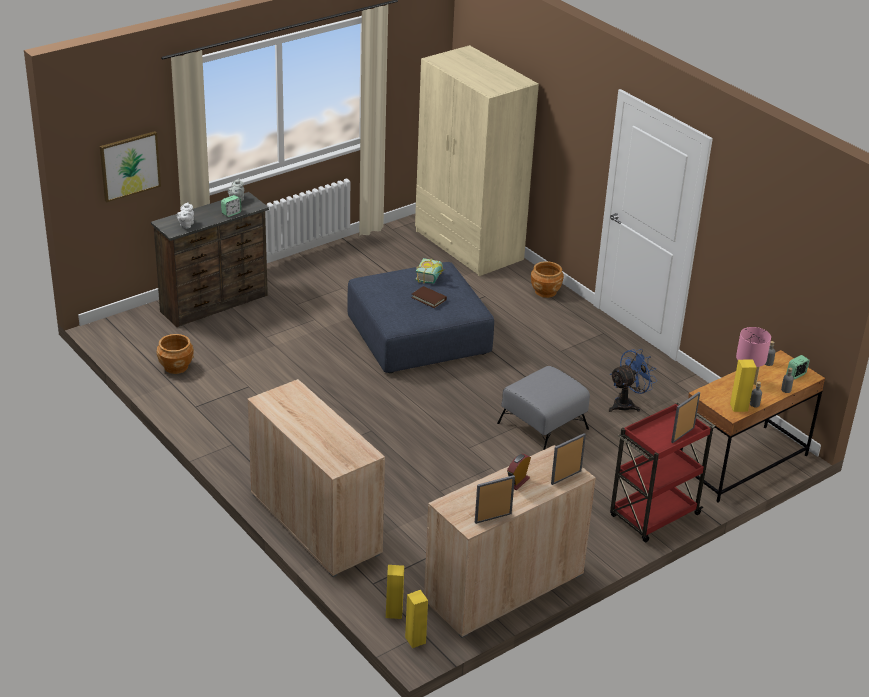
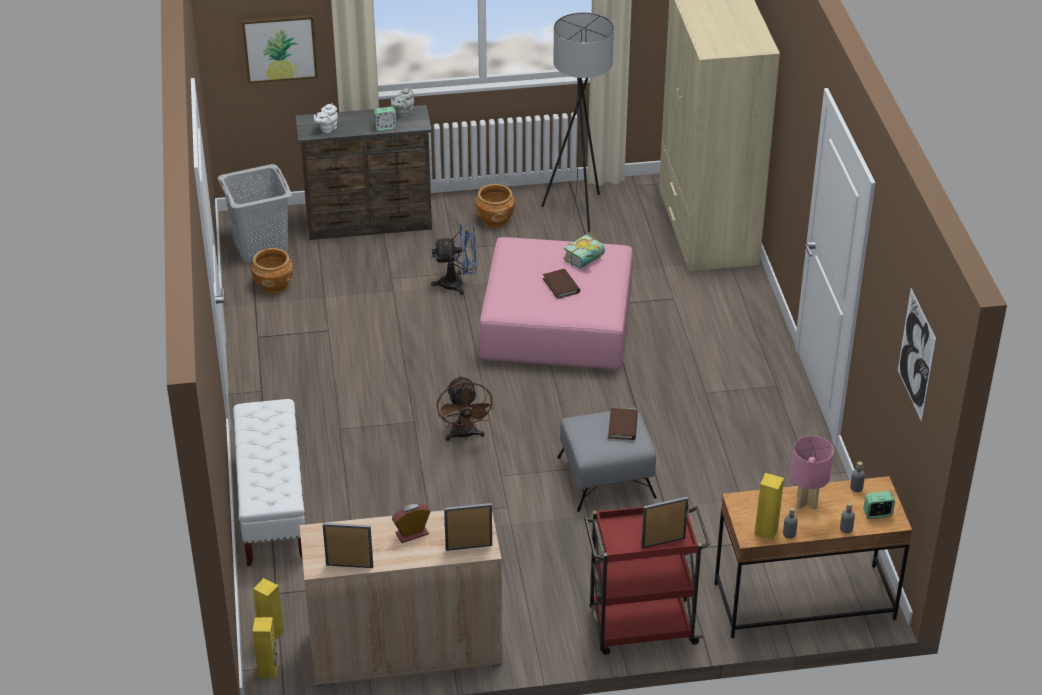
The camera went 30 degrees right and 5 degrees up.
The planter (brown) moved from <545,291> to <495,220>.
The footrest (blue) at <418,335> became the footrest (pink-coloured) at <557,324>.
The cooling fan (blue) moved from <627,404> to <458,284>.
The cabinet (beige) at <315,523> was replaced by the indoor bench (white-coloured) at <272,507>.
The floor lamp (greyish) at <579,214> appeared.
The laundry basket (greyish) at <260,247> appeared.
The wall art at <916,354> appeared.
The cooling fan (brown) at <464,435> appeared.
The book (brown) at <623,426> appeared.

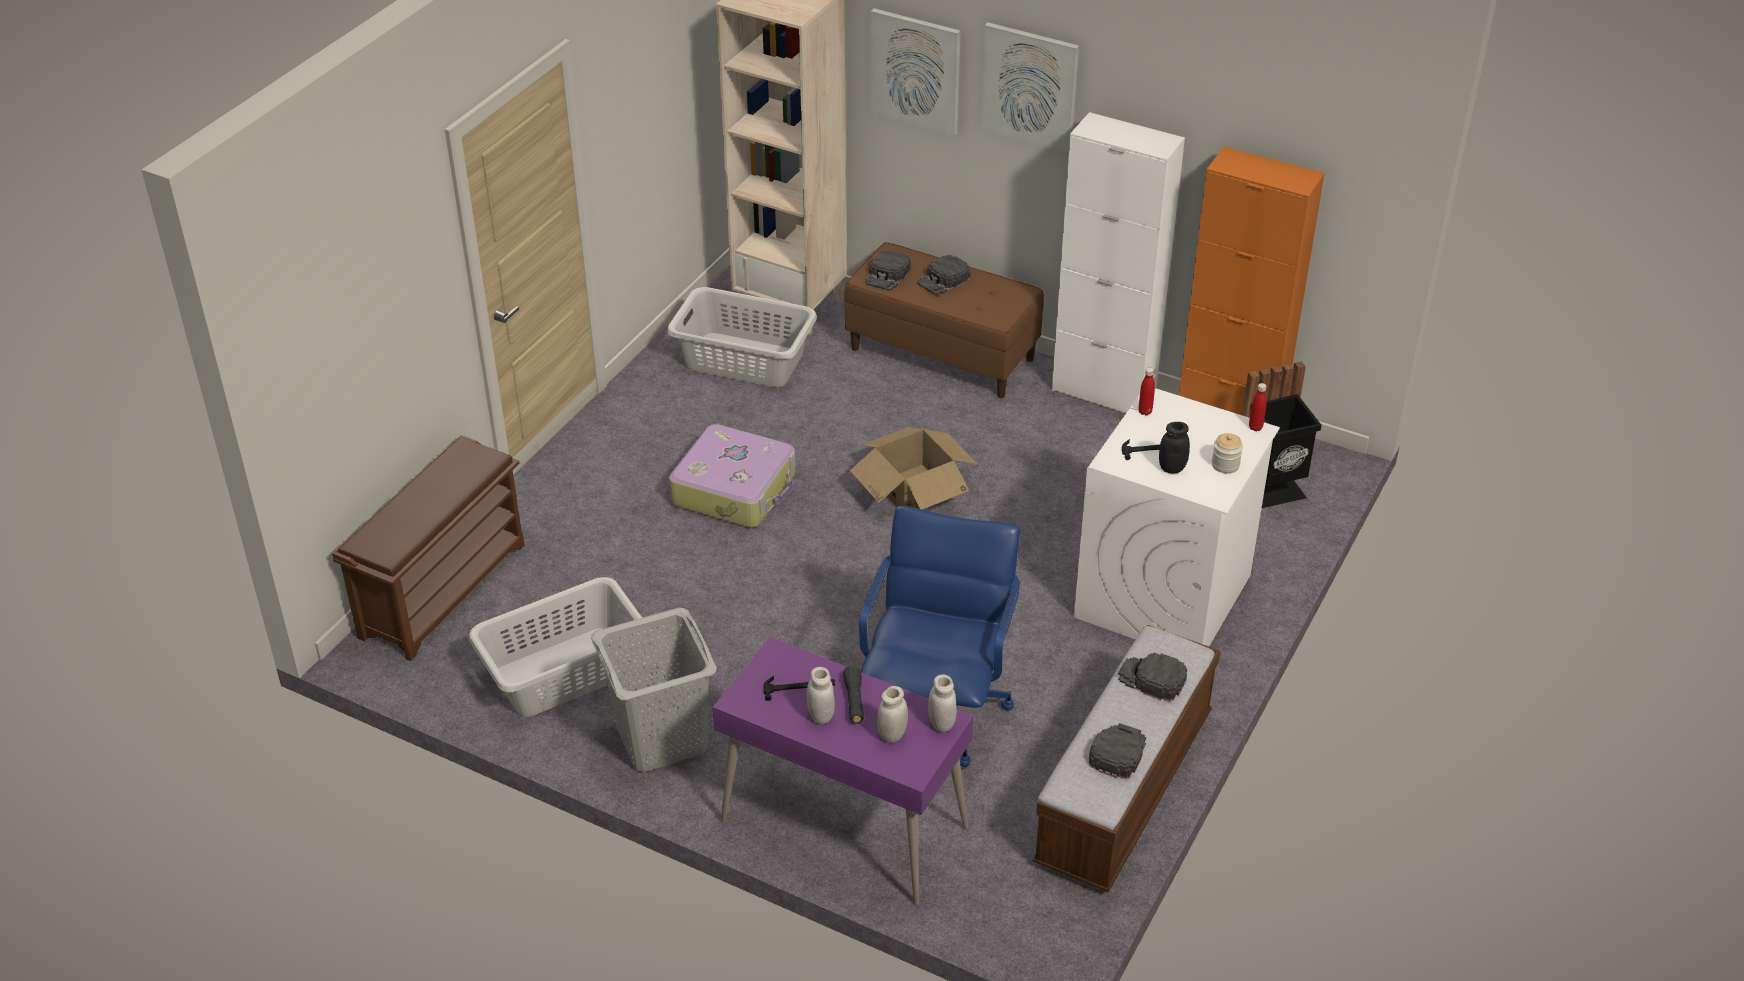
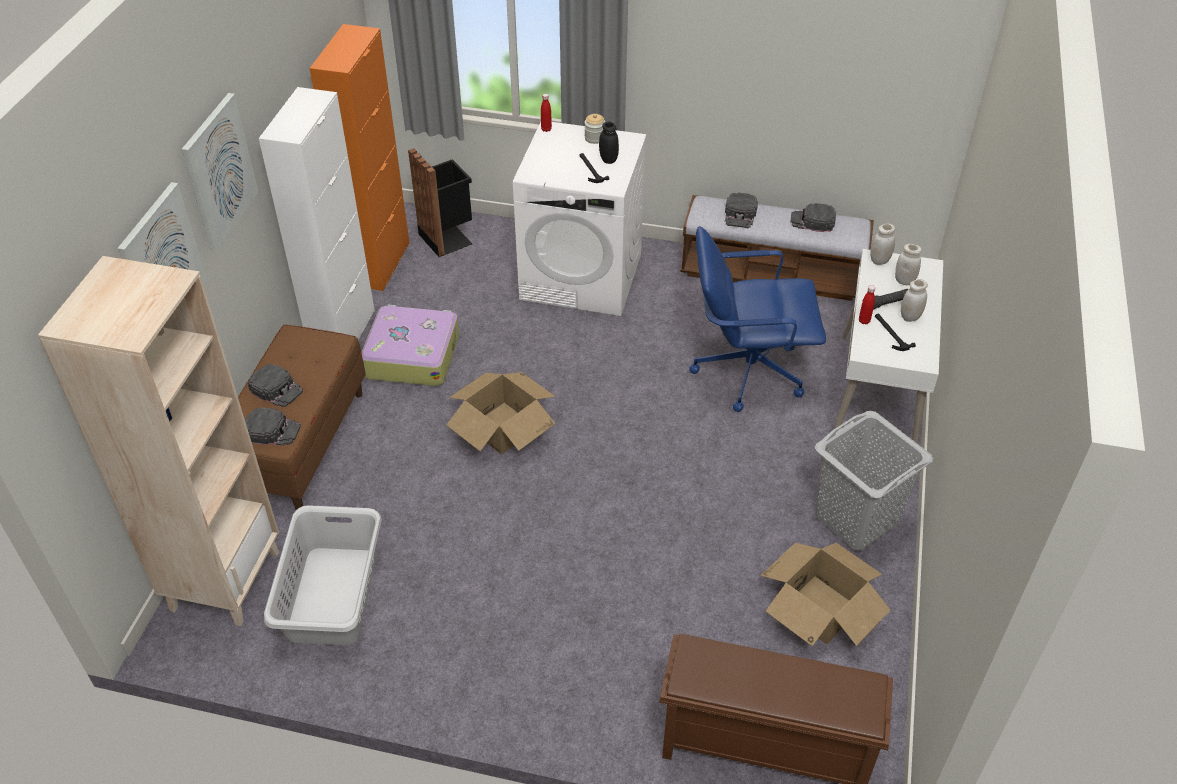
The camera went 105 degrees left and 5 degrees up.
The beverage bottle (red-coloured) moved from <1145,411> to <864,321>.
The suitcase moved from <735,489> to <412,355>.
The laundry basket (greyish) at <563,672> was replaced by the carton at <820,609>.
The desk unit (purplish) at <843,825> became the desk unit (white-coloured) at <877,397>.

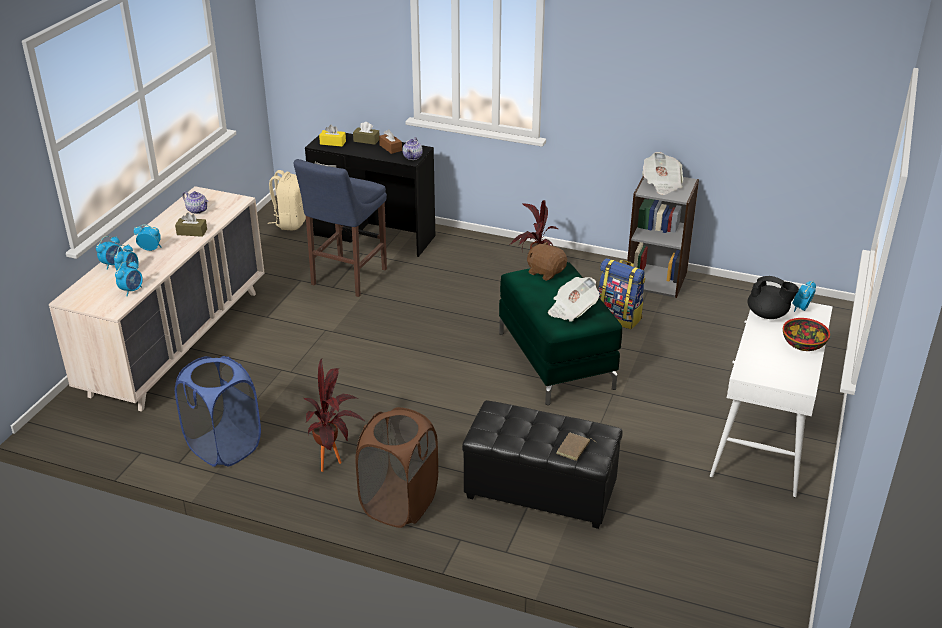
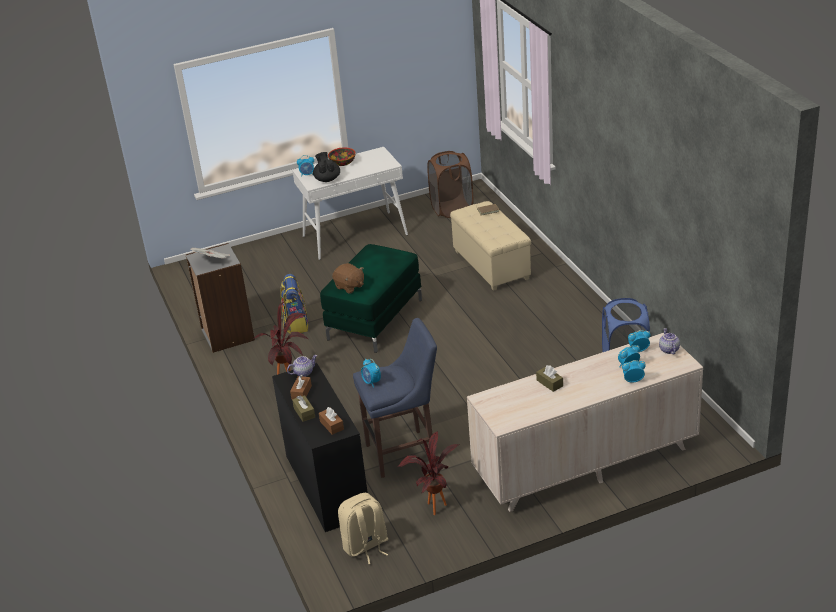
The camera went 130 degrees left and 0 degrees up.
The tissue box (yellow) at <333,143> became the tissue box (brown) at <331,425>.
The teapot moved from <197,210> to <668,350>.
The alarm clock moved from <150,249> to <371,382>.
The plush toy (brown) at <546,272> turned 45 degrees counterclockwise.
The printed paper at <572,310> disappeared.
The plant in a pot moved from <335,462> to <431,506>.
The footrest (blackish) at <540,493> became the footrest (beige) at <492,265>.
The laundry basket (brown) moved from <399,504> to <452,209>.

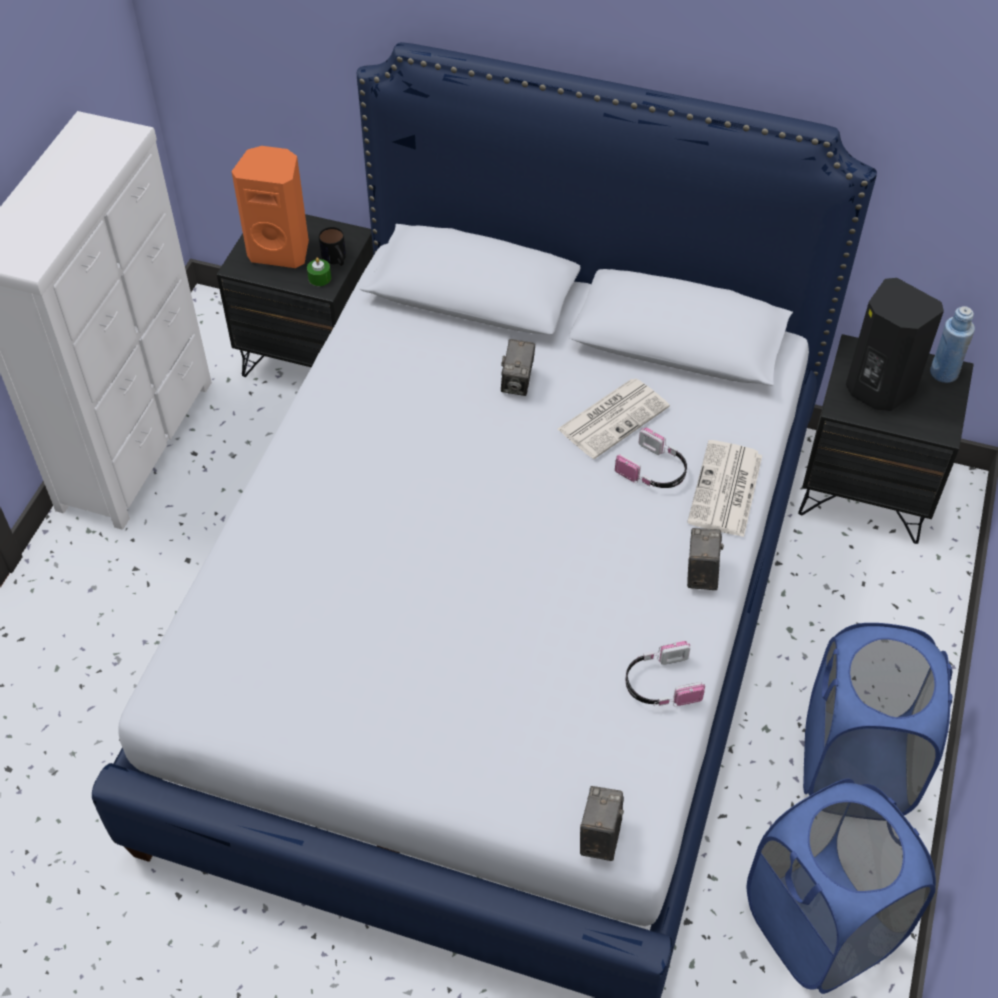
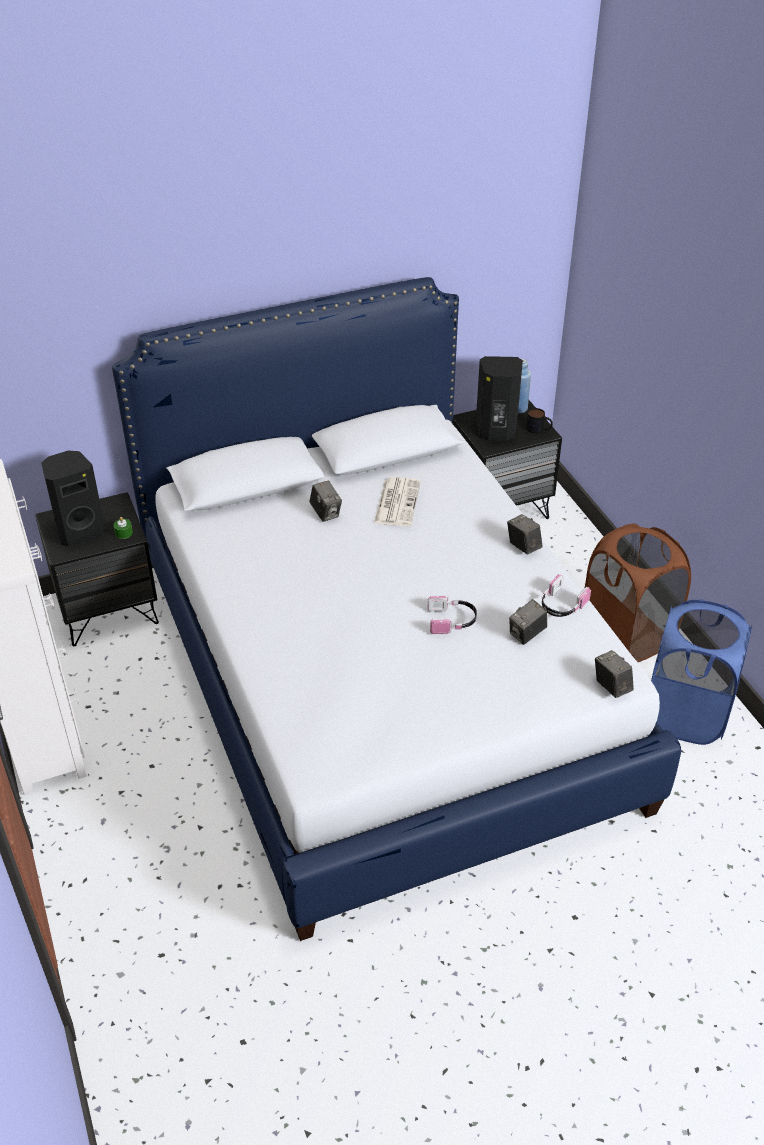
The camera went 40 degrees left and 10 degrees down.
The loudspeaker (orange-coloured) at <281,250> became the loudspeaker (blackish) at <79,531>.
The mug moved from <336,259> to <539,429>.
The headphones moved from <654,471> to <452,621>.
The printed paper at <726,490> disappeared.
The laundry basket (blue) at <855,767> became the laundry basket (brown) at <627,635>.
The photo camera at <527,634> appeared.

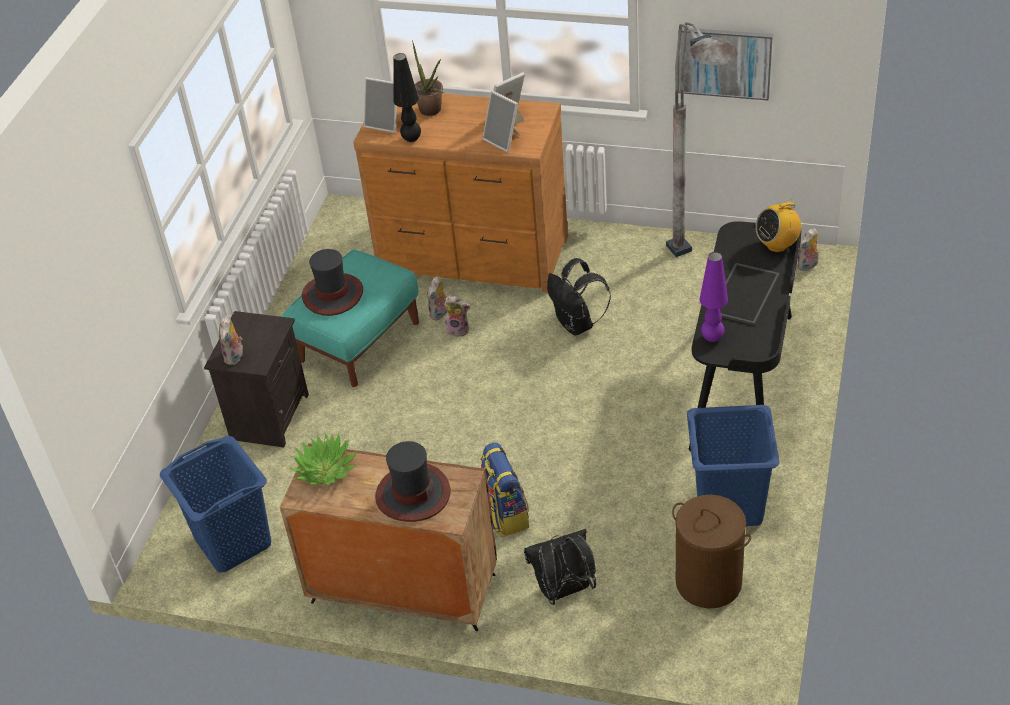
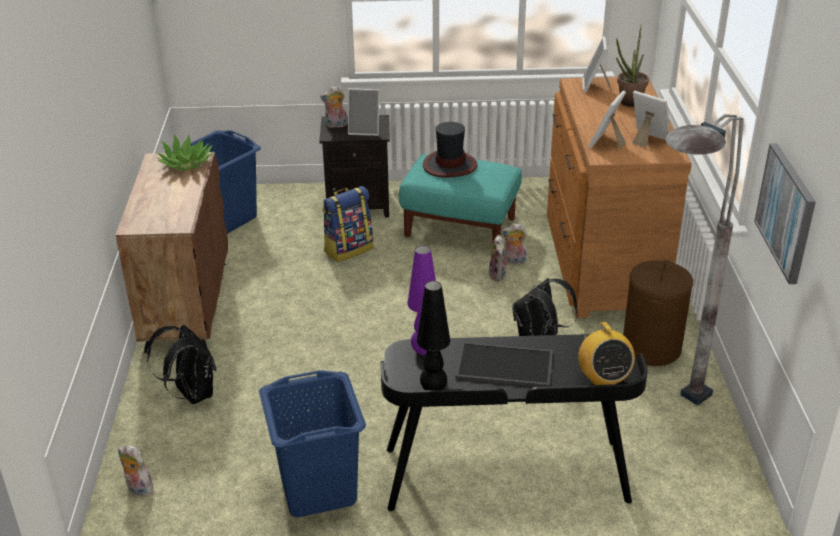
The camera went 70 degrees right and 10 degrees down.
The table lamp (blackish) moved from <411,139> to <433,389>.
The radio set at <777,245> turned 150 degrees counterclockwise.
The plush toy moved from <807,266> to <138,489>.
The hat at <412,494> disappeared.
The rucksack moved from <505,514> to <348,249>.
The laundry basket (brown) moved from <709,582> to <651,348>.
The picture frame at <364,130> appeared.

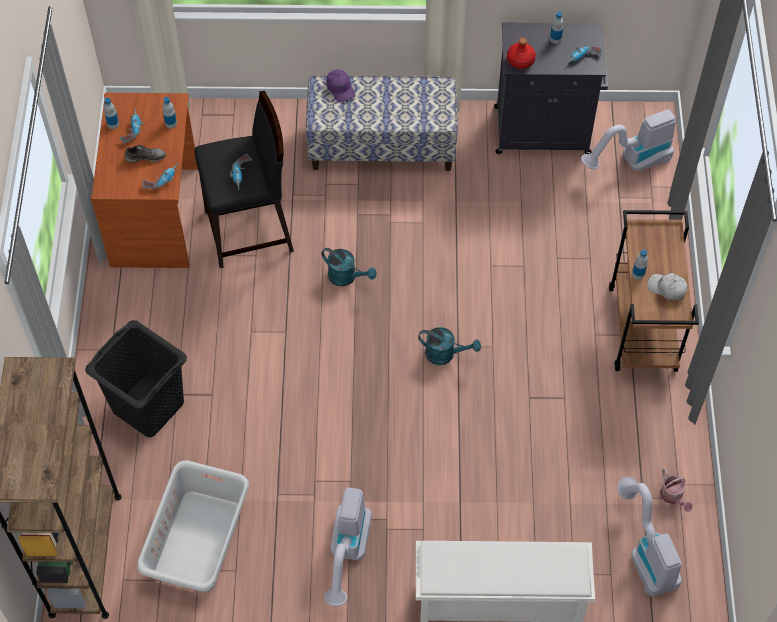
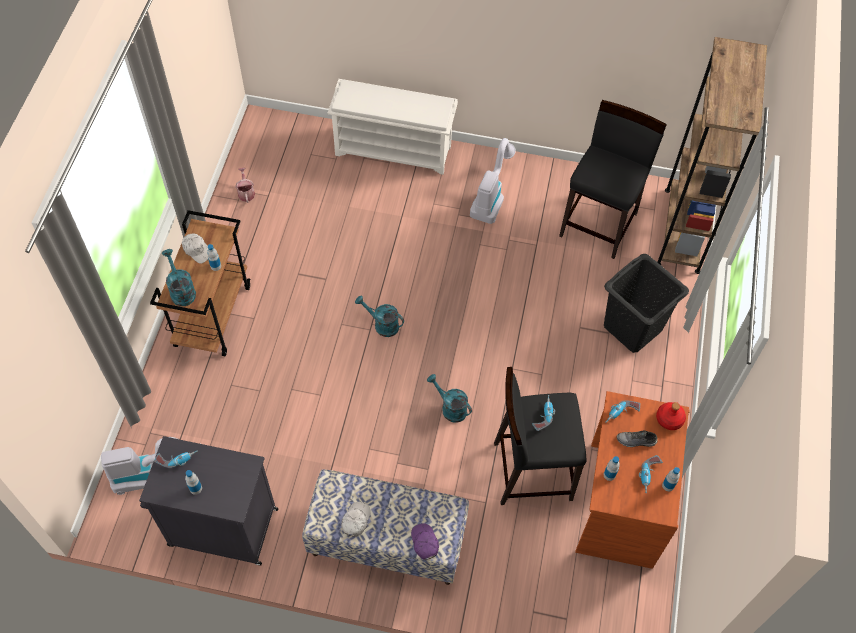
The camera went 170 degrees left and 0 degrees up.
The beverage bottle (red-coloured) moved from <520,60> to <669,419>.
The laundry basket (greyish) at <197,541> was replaced by the sitting stool (blackish) at <599,224>.
The hoover at <645,552> disappeared.
The watering pot (blue-green) at <181,290> appeared.
The baseball cap (white-coloured) at <355,520> appeared.

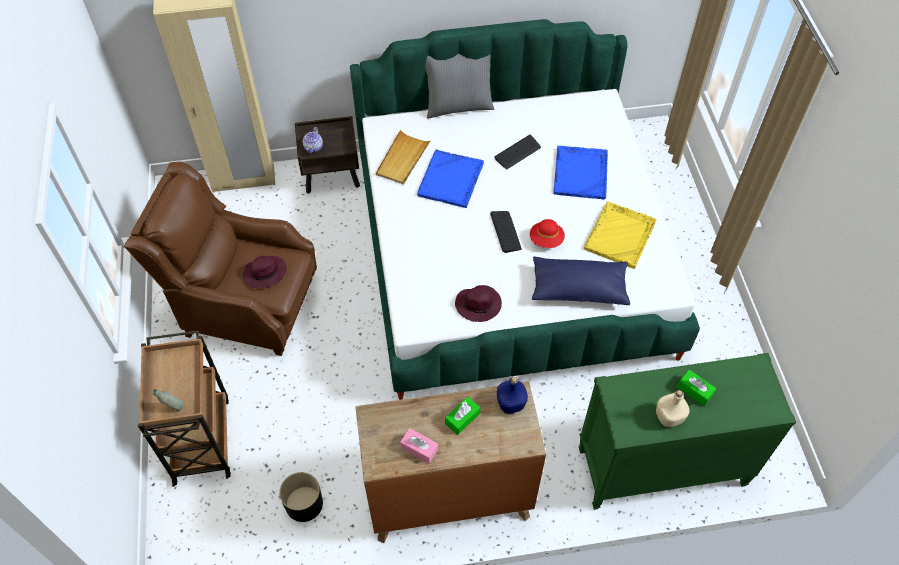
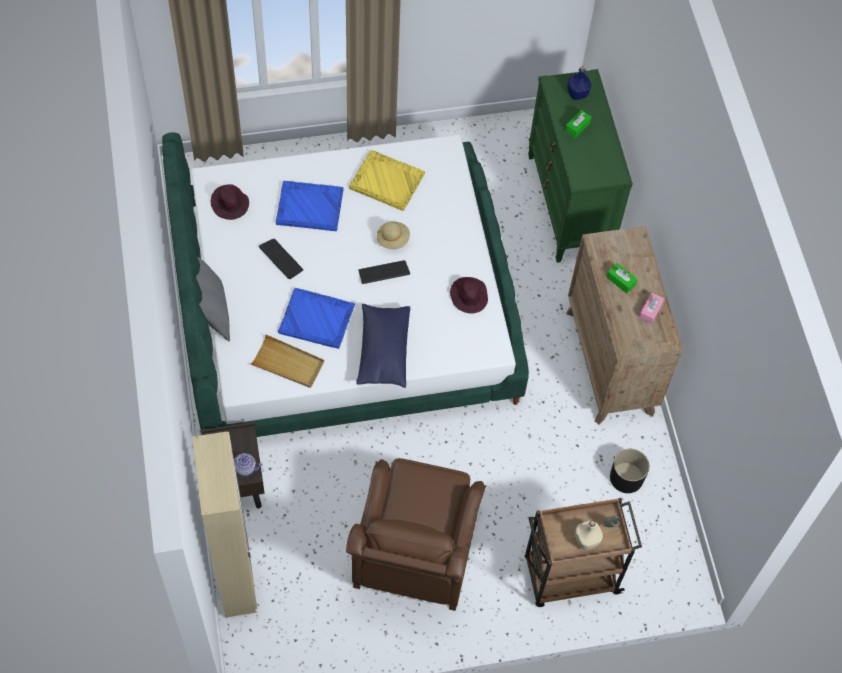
The camera went 95 degrees left and 5 degrees up.
The hat (red-coloured) at <546,240> became the hat (beige) at <393,240>.
The hat (purplish) moved from <264,274> to <230,204>.
The cushion (blue) moved from <579,288> to <383,351>.
The beverage bottle (blue) moved from <510,404> to <577,94>.
The beverage bottle (beige) moved from <669,417> to <586,540>.

